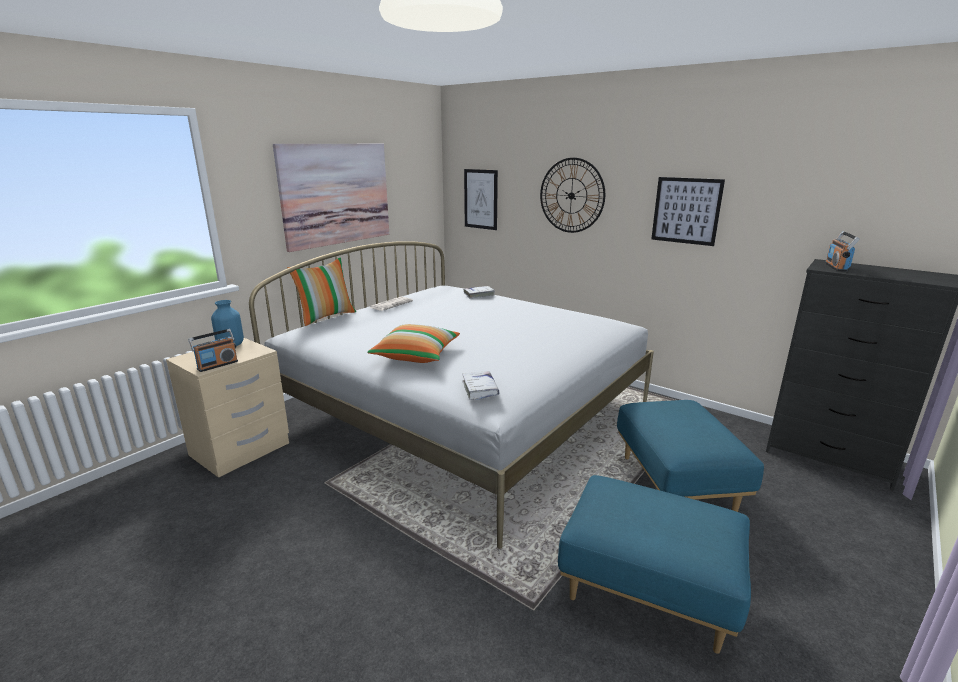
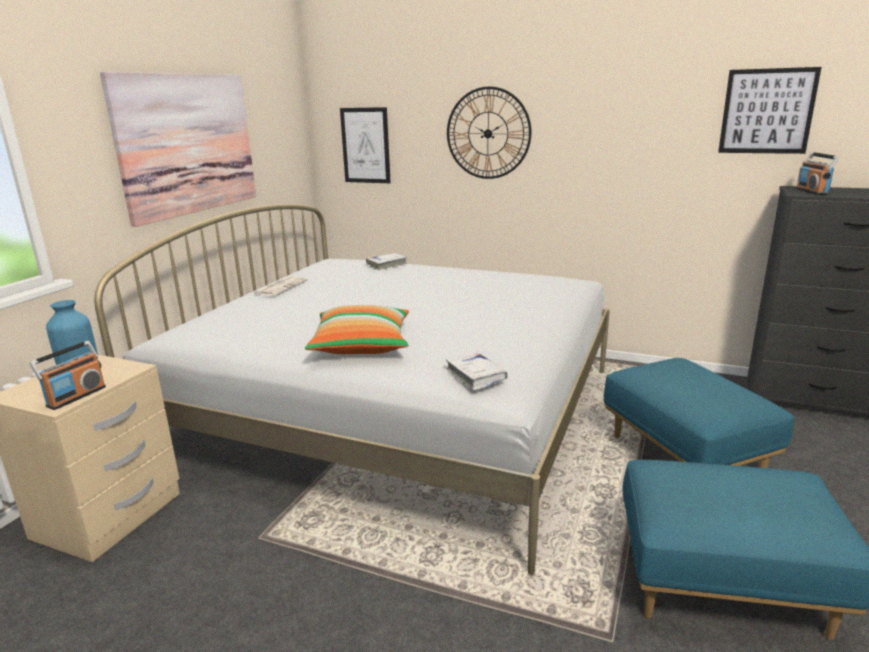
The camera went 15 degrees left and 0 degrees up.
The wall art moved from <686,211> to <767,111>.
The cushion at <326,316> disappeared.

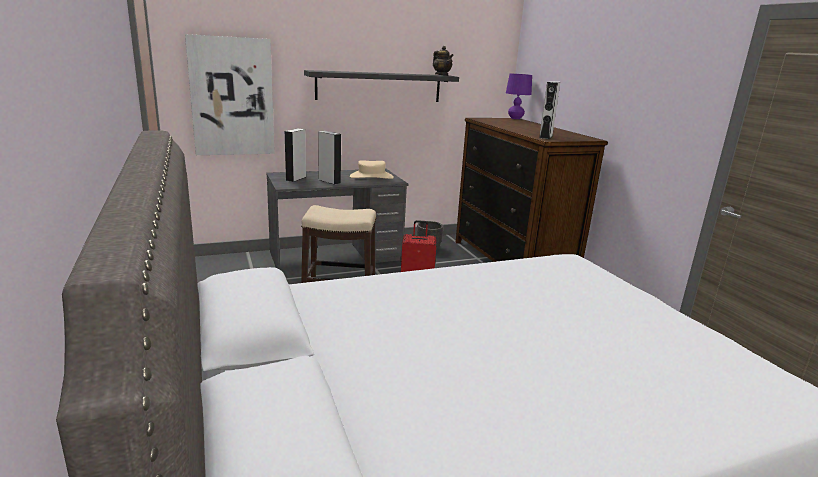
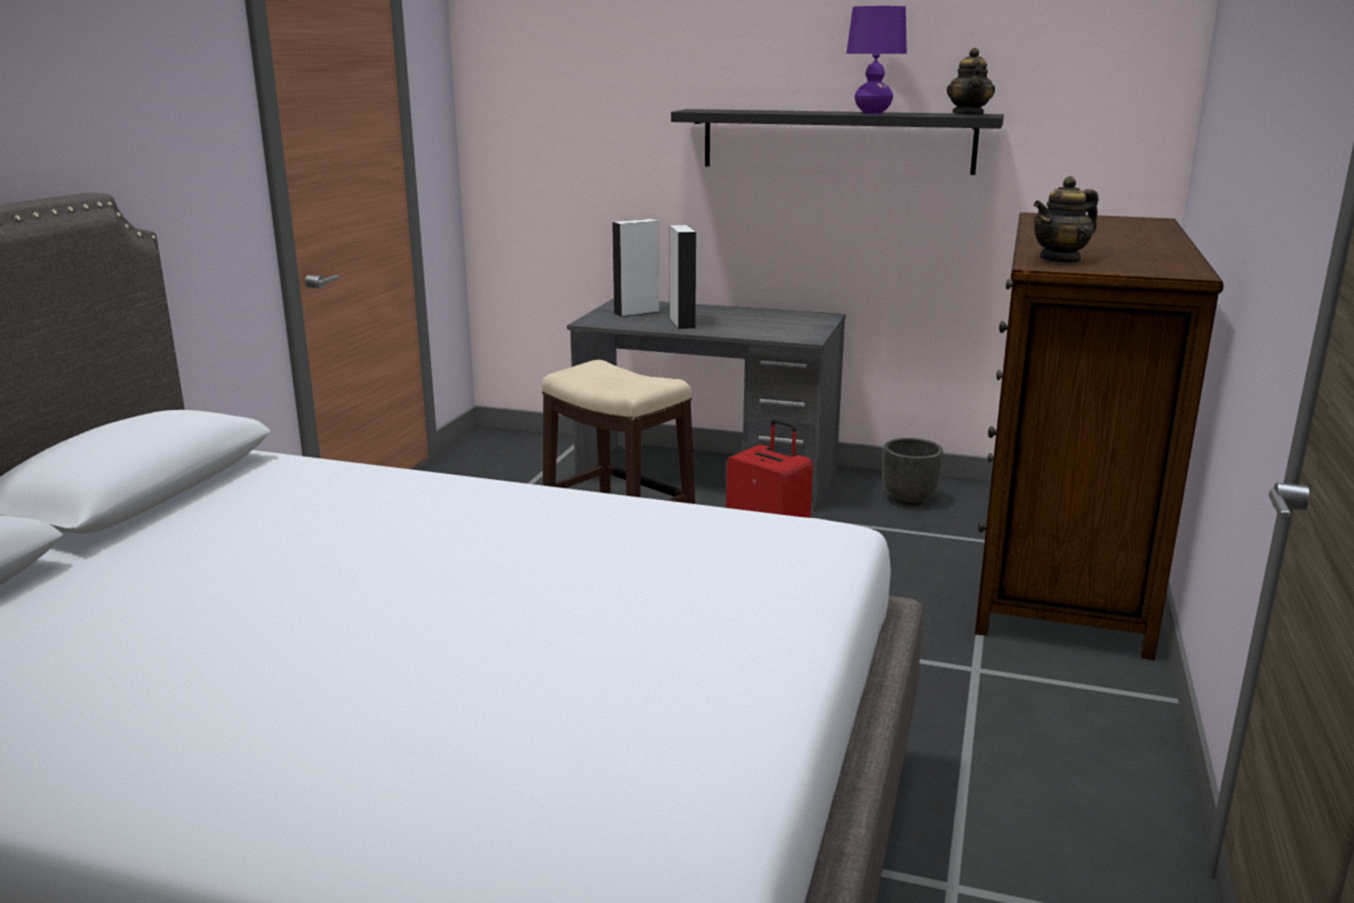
The camera went 40 degrees right and 0 degrees up.
The wall art at <232,97> disappeared.
The table lamp (purplish) moved from <515,118> to <872,113>.
The loudspeaker (greyish) at <545,136> was replaced by the teapot at <1061,260>.
The hat (beige) at <371,177> disappeared.

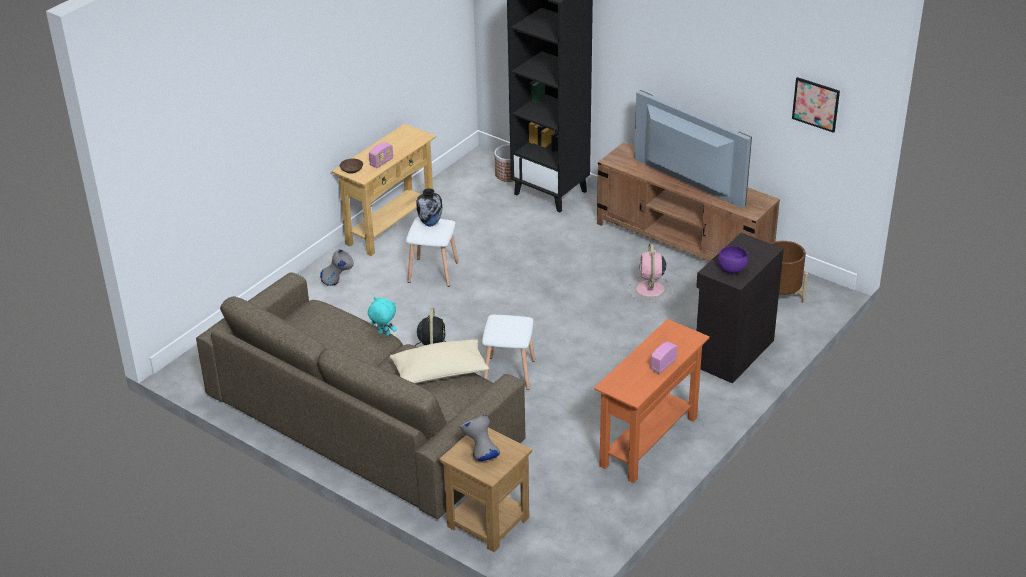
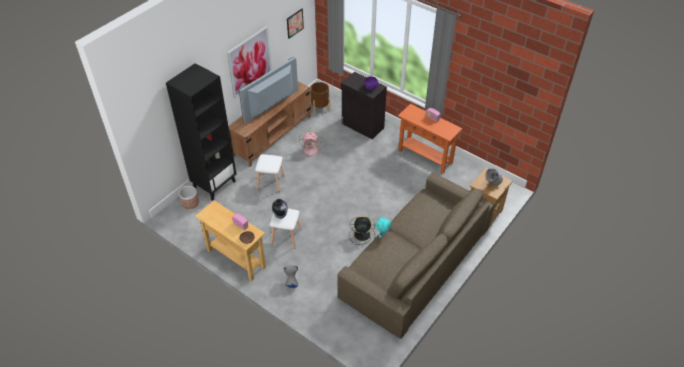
The camera went 90 degrees left and 10 degrees up.
The sitting stool (white-coloured) moved from <509,373> to <271,182>.
The cushion (beige) at <439,373> disappeared.
The wall art at <250,62> appeared.

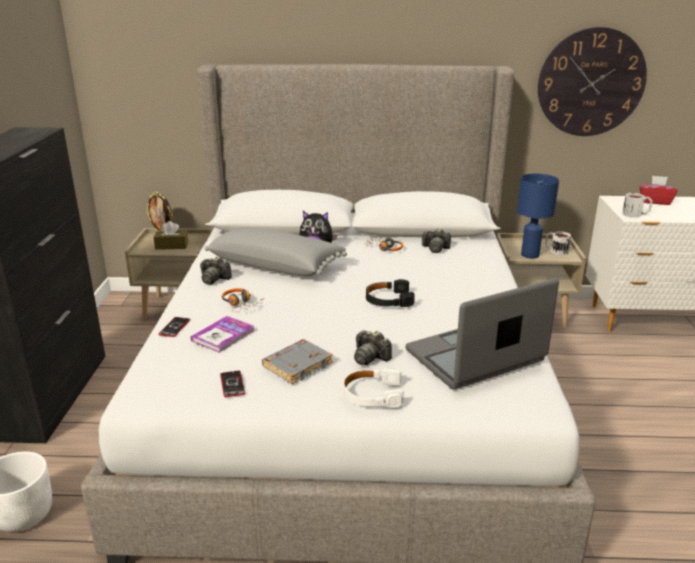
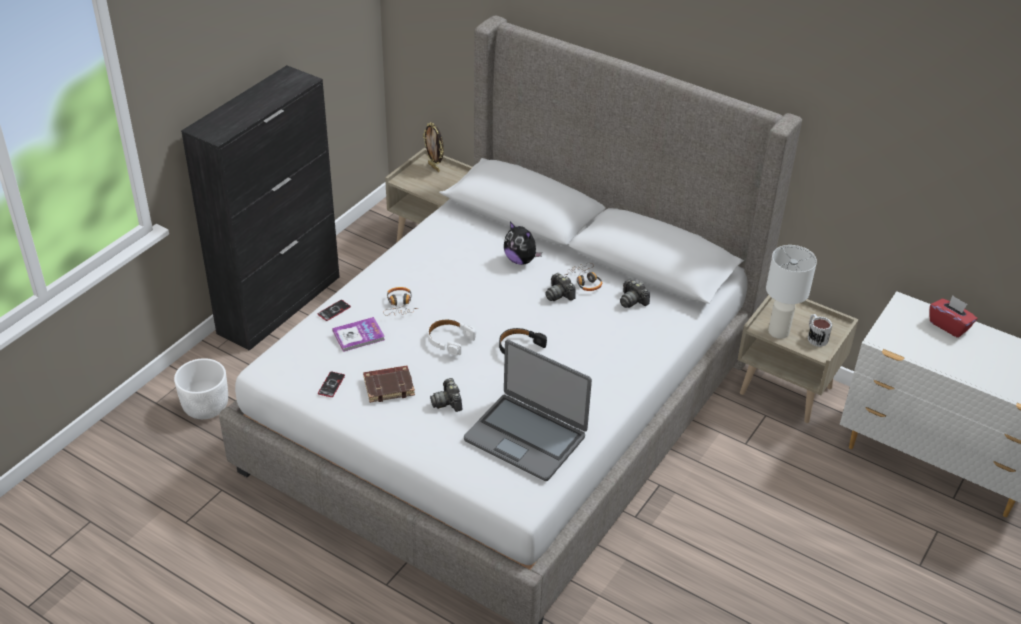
The camera went 30 degrees right and 15 degrees up.
The clock on the wall at <591,82> disappeared.
The table lamp (blue) at <530,255> became the table lamp (white-coloured) at <779,332>.
The mug at <636,214> disappeared.
The tissue box (brown) at <172,246> disappeared.
The cushion (greyish) at <276,265> disappeared.
The photo camera moved from <214,279> to <559,294>.
The notebook computer at <475,357> turned 150 degrees counterclockwise.
The book (greyish) at <297,364> became the book (brown) at <389,386>.
The headphones (white-coloured) moved from <372,395> to <449,340>.

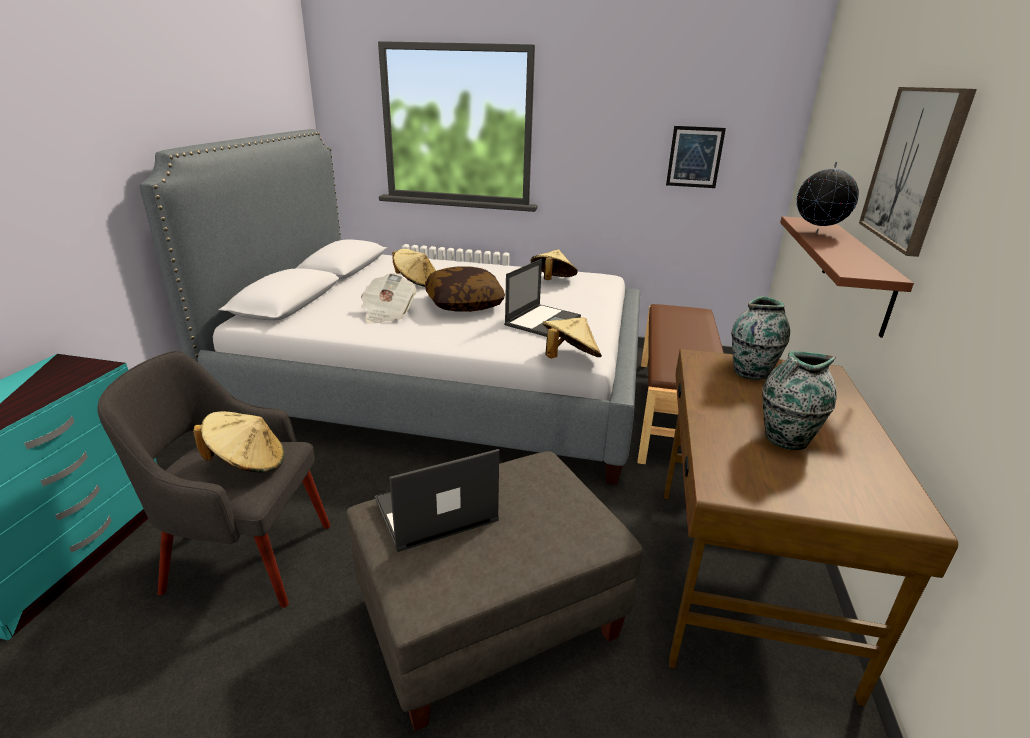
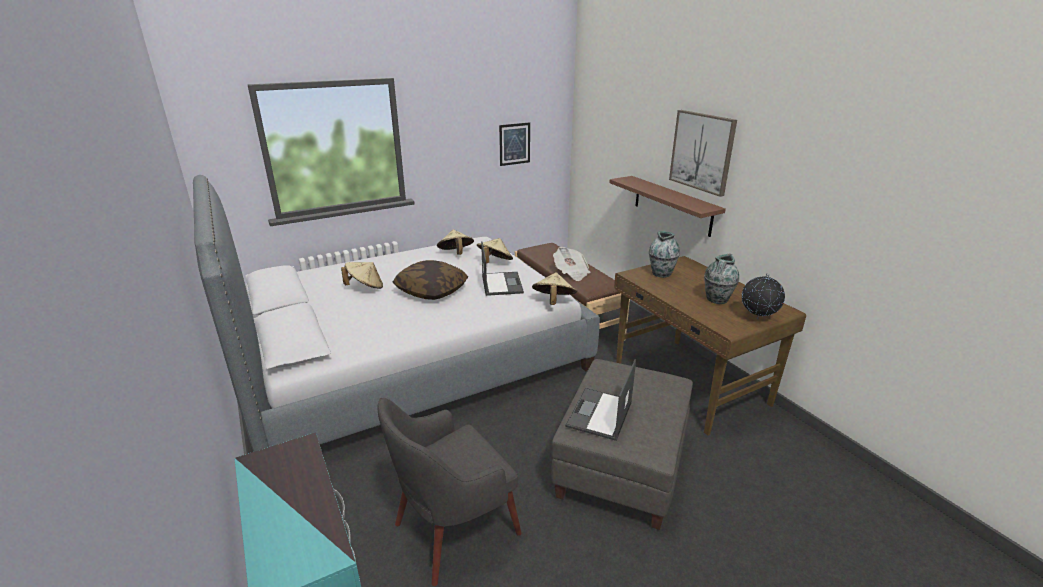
The camera went 40 degrees left and 0 degrees up.
The world globe moved from <817,233> to <757,318>.
The printed paper moved from <387,313> to <571,273>.
The hat (beige) moved from <248,463> to <494,263>.

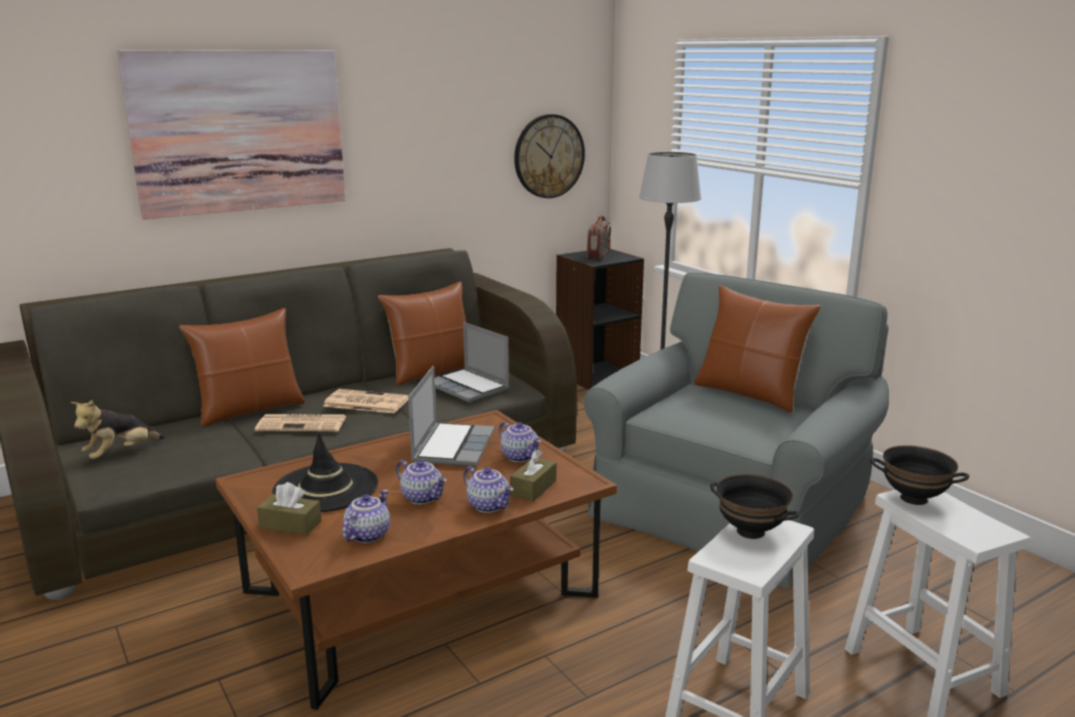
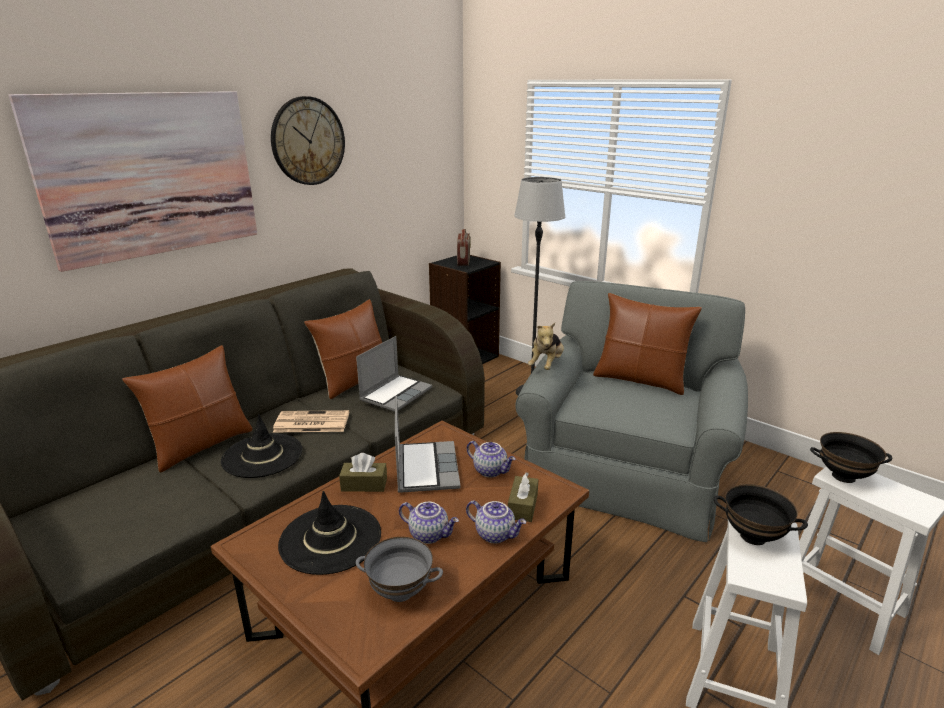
The camera went 15 degrees left and 5 degrees up.
The clock on the wall moved from <549,156> to <308,141>.
The notebook computer at <469,387> turned 90 degrees counterclockwise.
The plush toy moved from <121,454> to <546,365>.
The printed paper at <303,424> was replaced by the hat (blackish) at <262,455>.
The tissue box (brown) moved from <290,524> to <364,484>.
The teapot at <367,535> was replaced by the deep dish (greyish) at <400,593>.

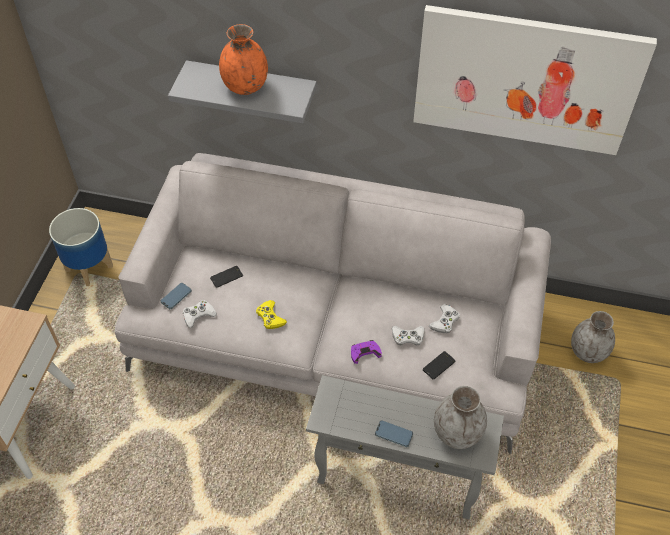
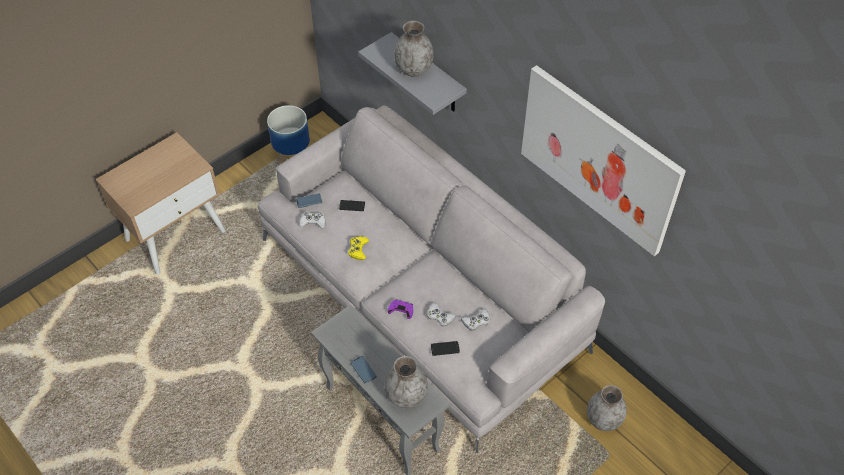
The camera went 35 degrees right and 0 degrees up.
The flower vase (orange-coloured) at <245,87> became the flower vase (greyish) at <413,69>.

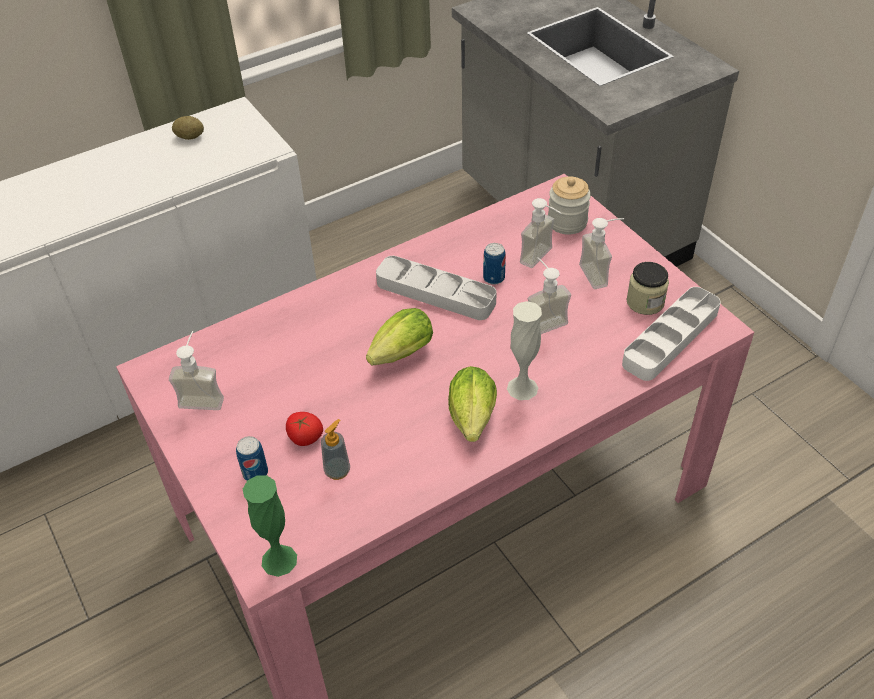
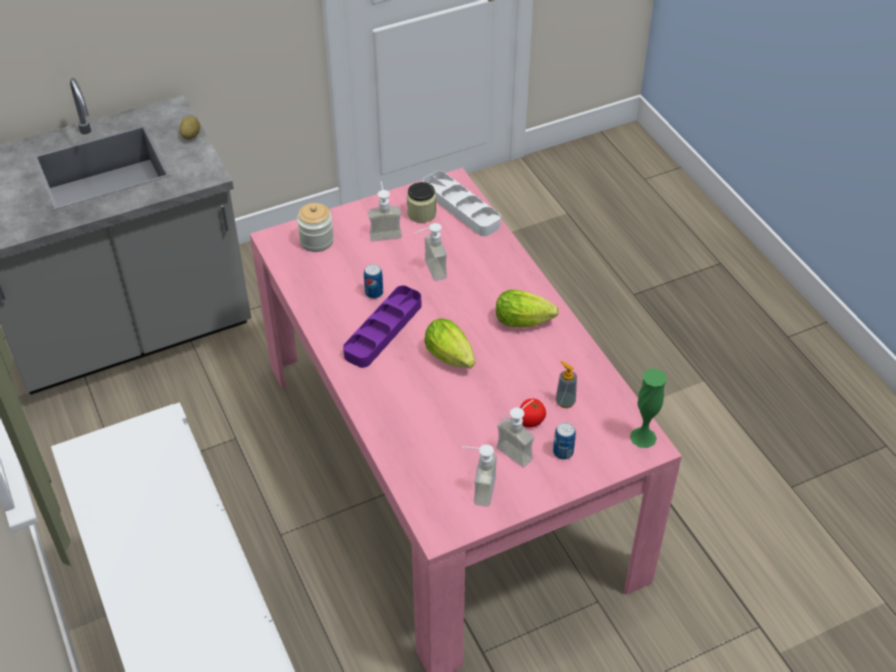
The camera went 85 degrees left and 0 degrees up.
The whole potato moved from <190,137> to <191,135>.
The soap bottle moved from <542,259> to <519,449>.
The tray (greyish) at <435,293> became the tray (purplish) at <383,330>.
The flower vase (white-coloured) at <522,388> disappeared.

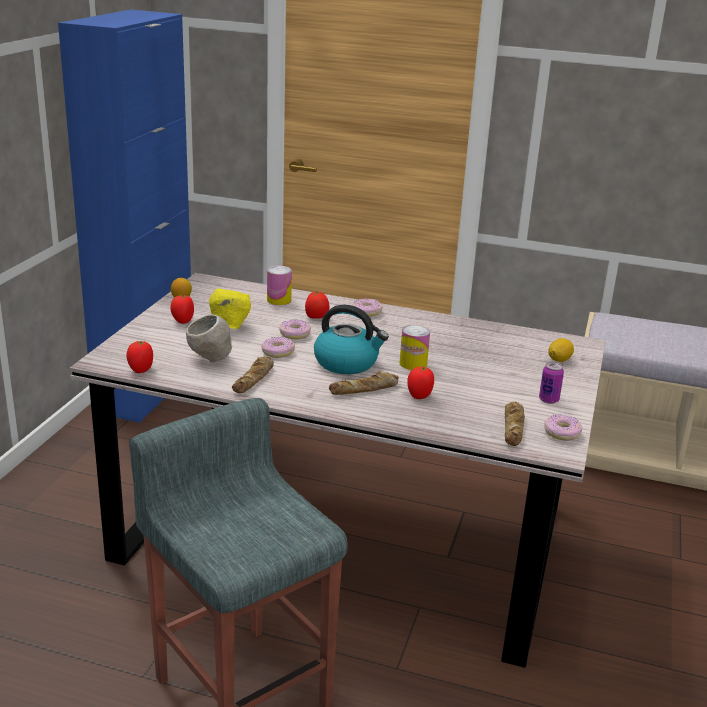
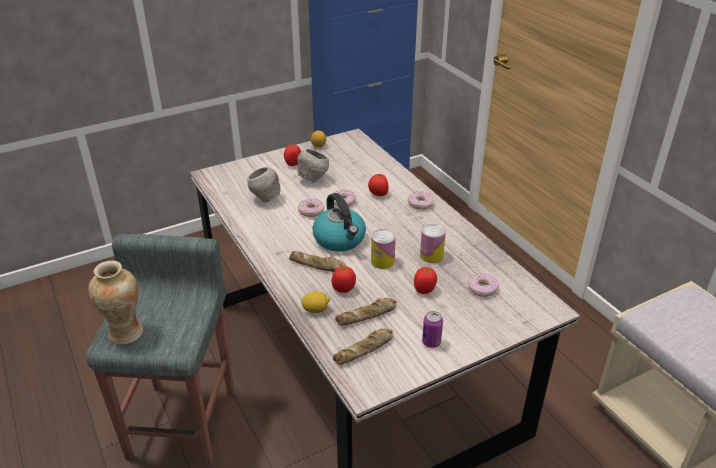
The camera went 45 degrees right and 10 degrees up.
The can moved from <279,300> to <431,255>.
The deep dish (yellow) at <230,327> became the deep dish (greyish) at <313,179>.
The citrus fruit moved from <559,360> to <316,310>.
The fresh tomato moved from <141,370> to <424,290>.
The bread moved from <254,379> to <367,315>.
The ring doughnut moved from <561,433> to <482,289>.
The flower vase at <125,333> appeared.

